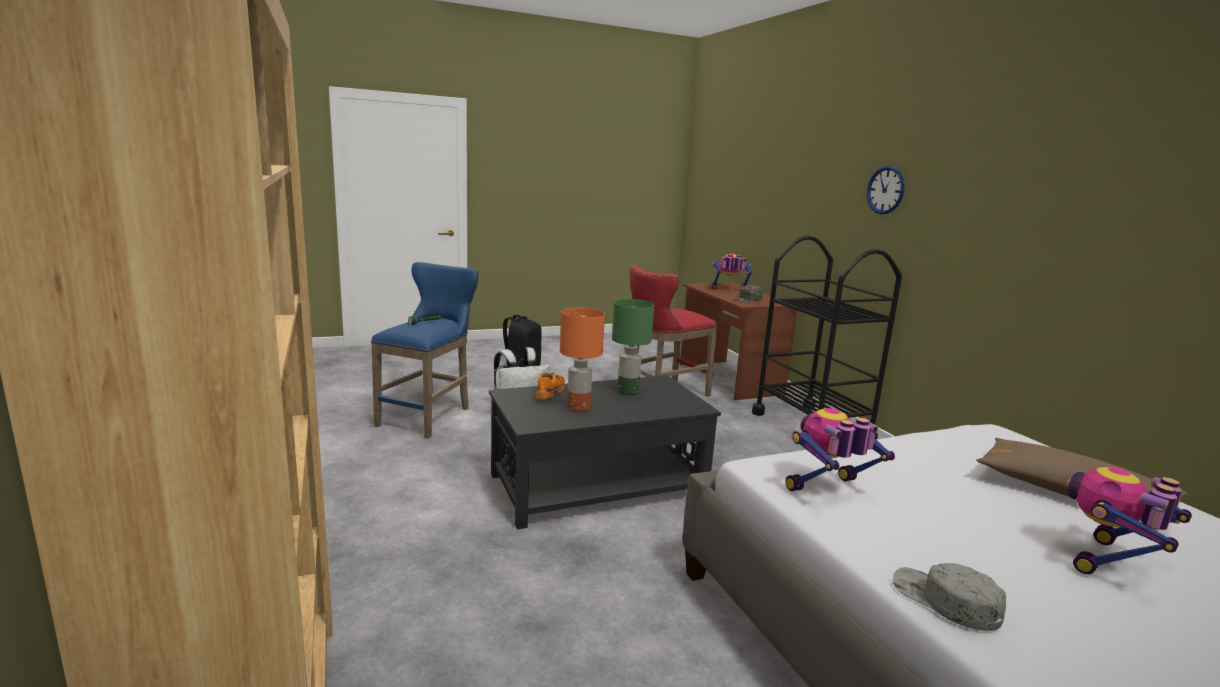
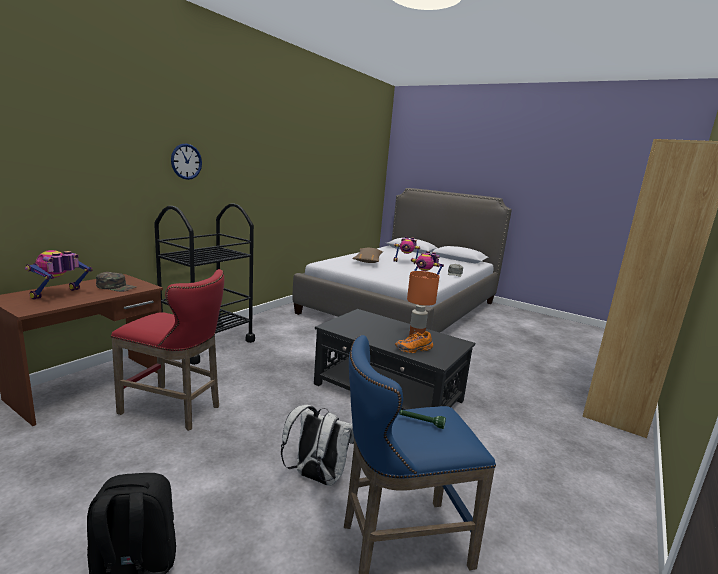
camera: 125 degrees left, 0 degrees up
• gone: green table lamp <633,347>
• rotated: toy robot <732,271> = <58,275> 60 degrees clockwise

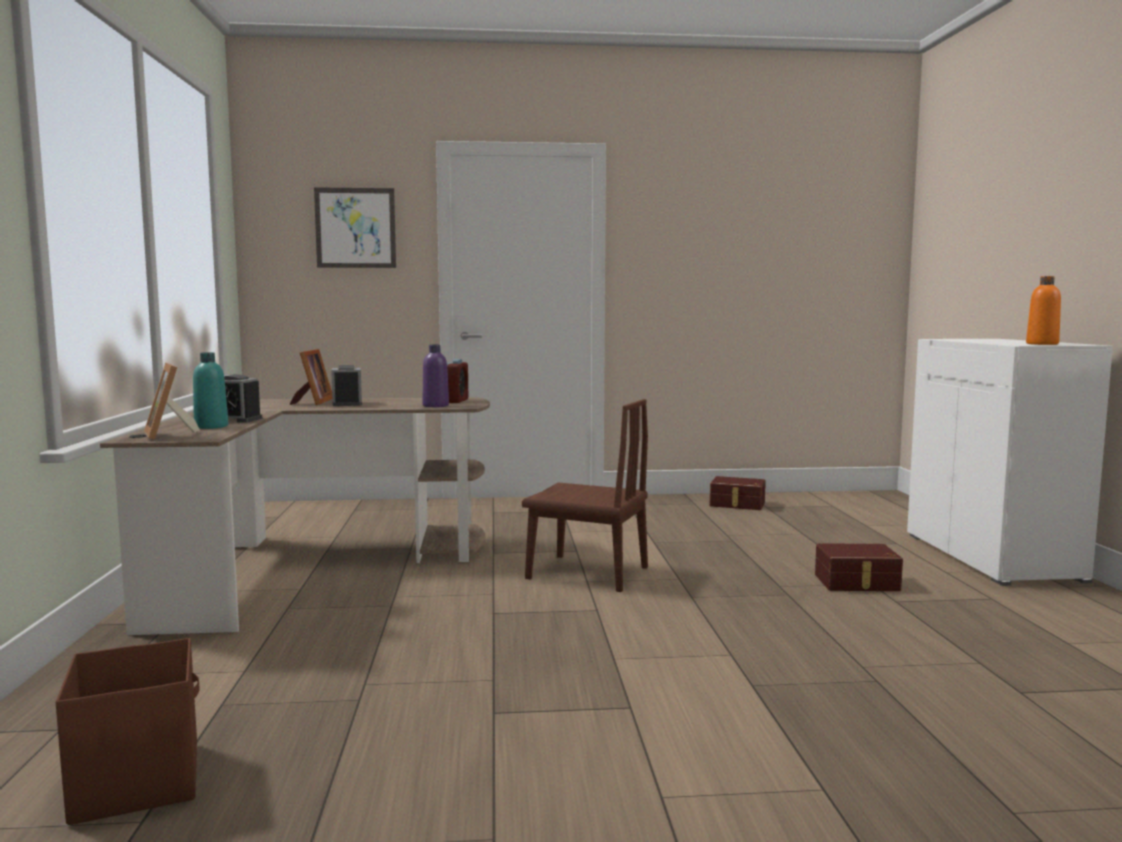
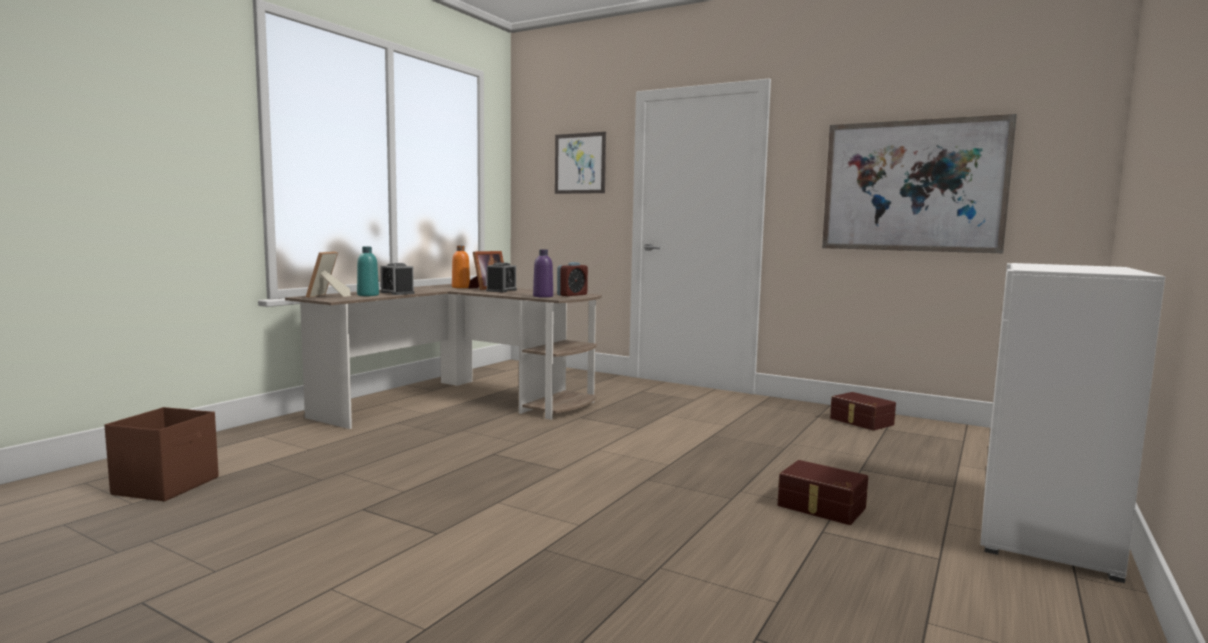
camera: 35 degrees right, 0 degrees up
• gone: brown chair <585,495>
• new: picture <919,183>
• shifted: orange bottle <1043,310> to <461,267>

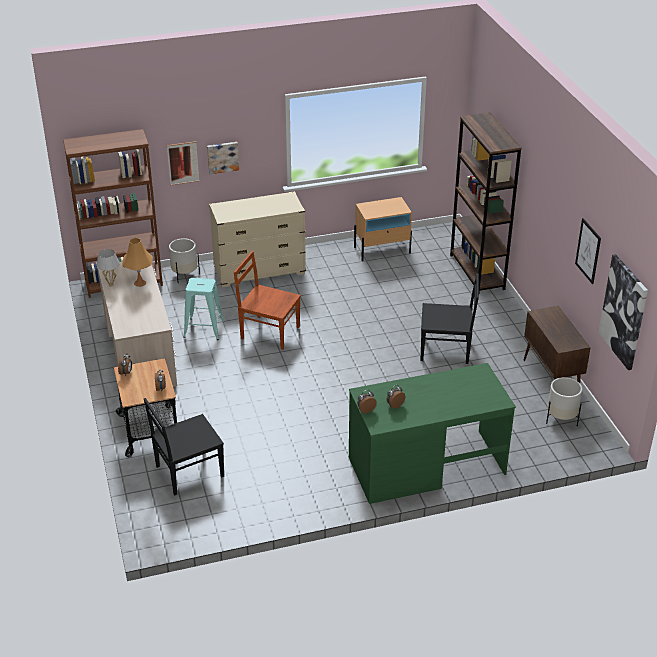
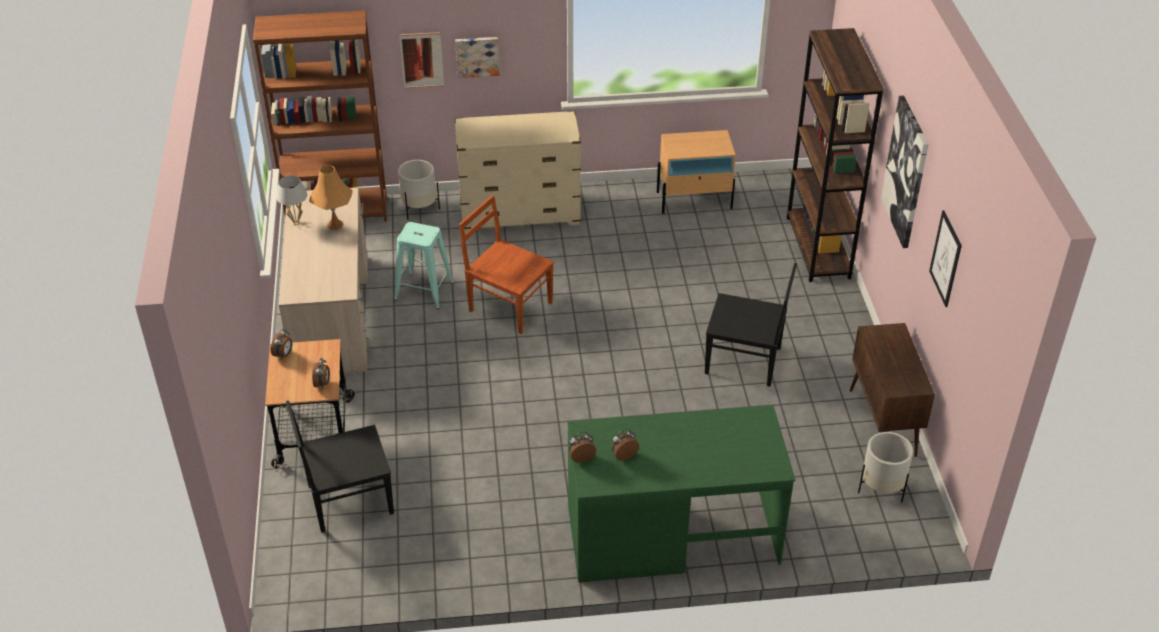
camera: 10 degrees right, 5 degrees up
• shifted: picture <623,312> to <905,172>

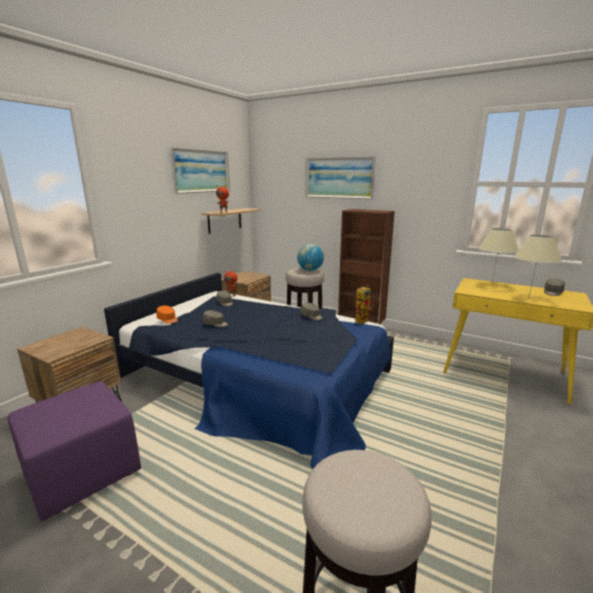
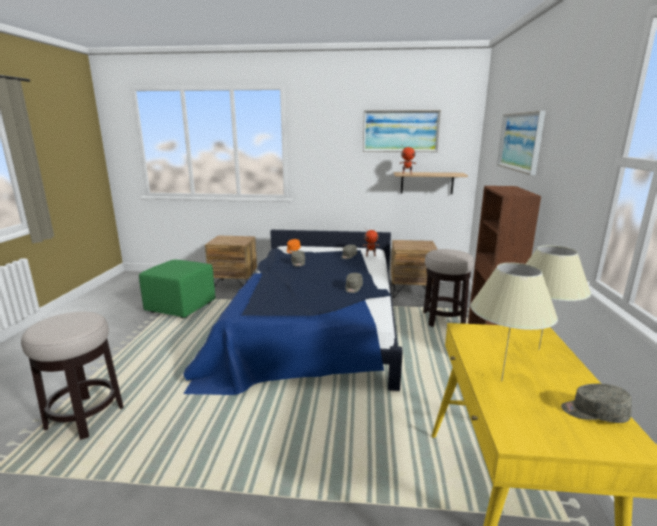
camera: 65 degrees right, 0 degrees up
• gone: globe <310,257>
• gone: toy robot <364,304>
• repainted: purple ottoman <74,451> to green ottoman <177,288>

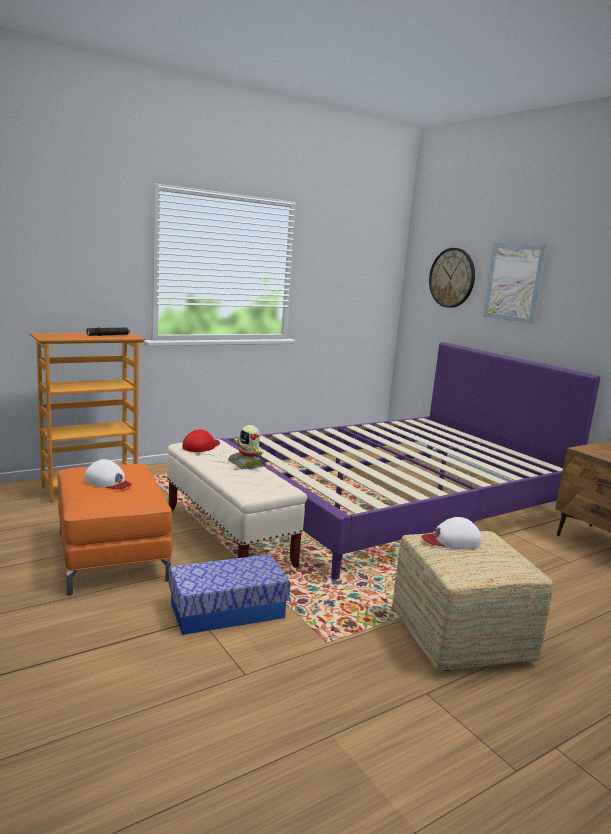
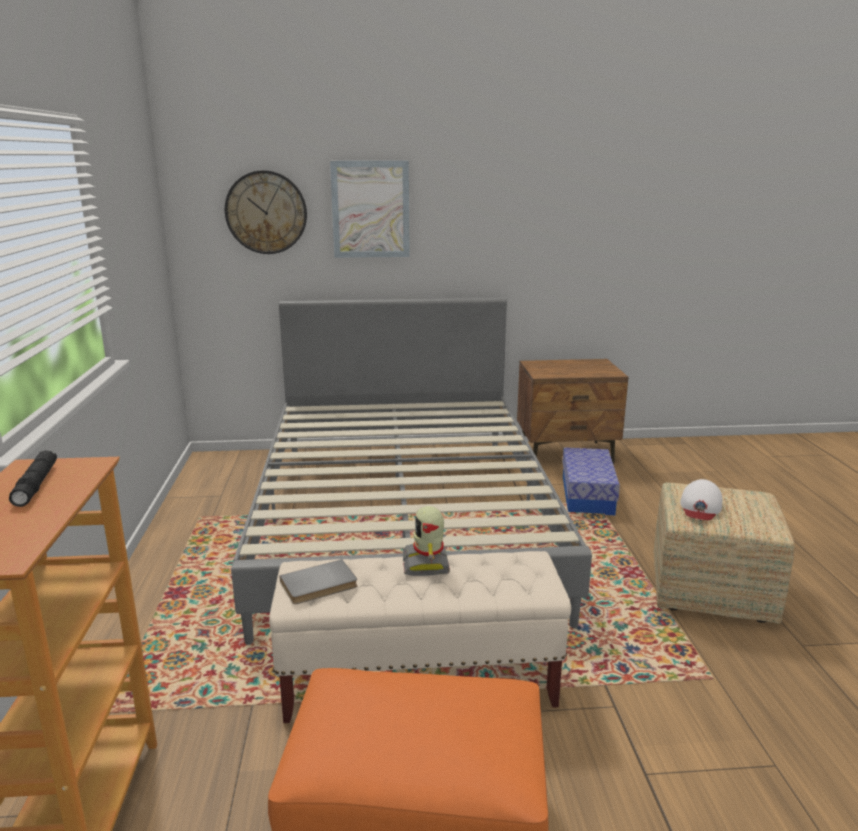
camera: 60 degrees left, 5 degrees up
• gone: white cap <108,474>
• shifted: storage box <230,594> to <591,481>
• swapped: red cap <201,440> to grey book <318,581>
• repainted: purple bed <410,460> to grey bed <411,471>
• rotated: toy robot <246,447> = <426,541> 90 degrees clockwise

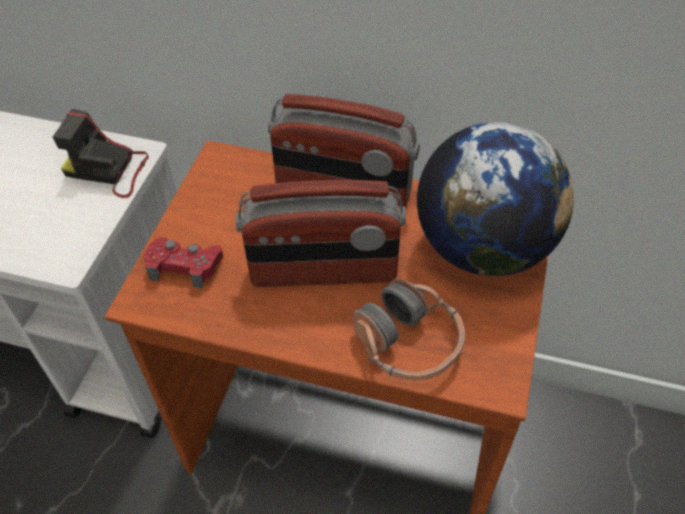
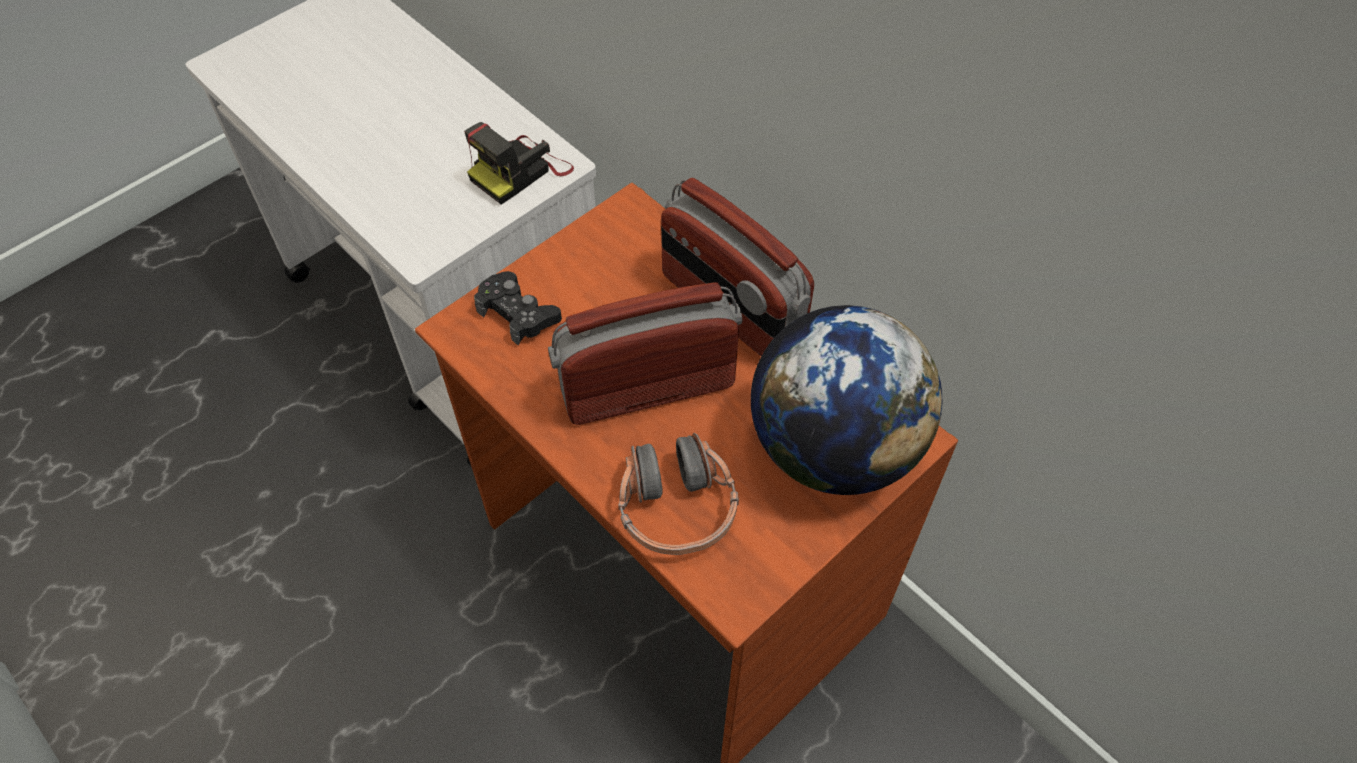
camera: 30 degrees right, 5 degrees up
• repainted: red game controller <183,263> to black game controller <518,308>
• rotated: photo camera <101,153> = <519,163> 90 degrees counterclockwise
• rotated: radio <321,233> = <645,353> 135 degrees clockwise

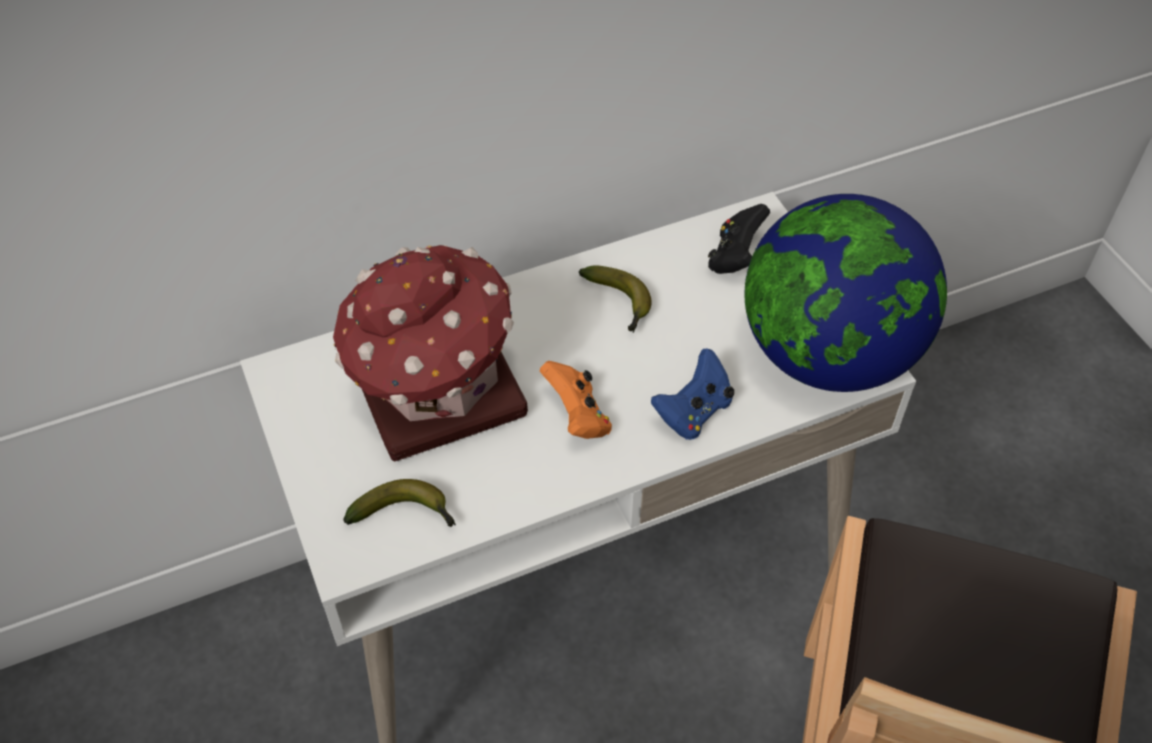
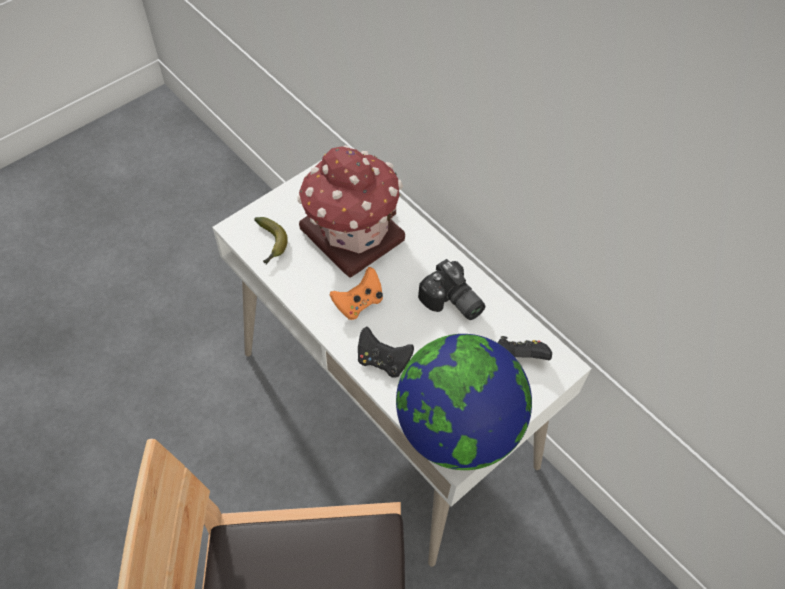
camera: 70 degrees right, 5 degrees up
• swapped: banana <615,299> to photo camera <451,289>
• repainted: blue game controller <692,394> to black game controller <386,352>

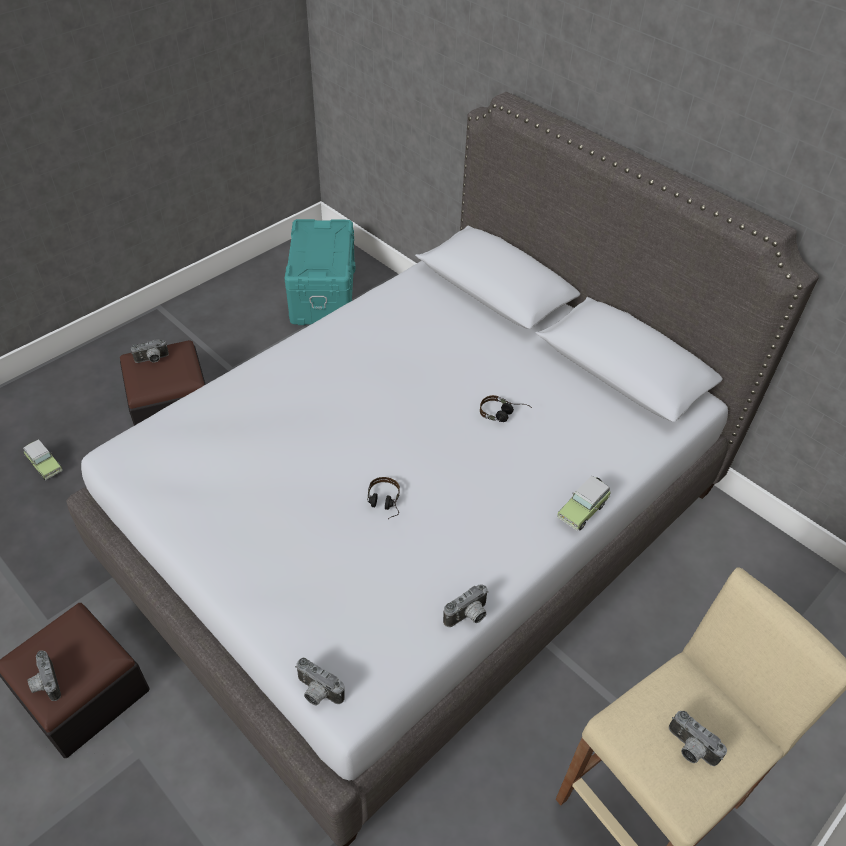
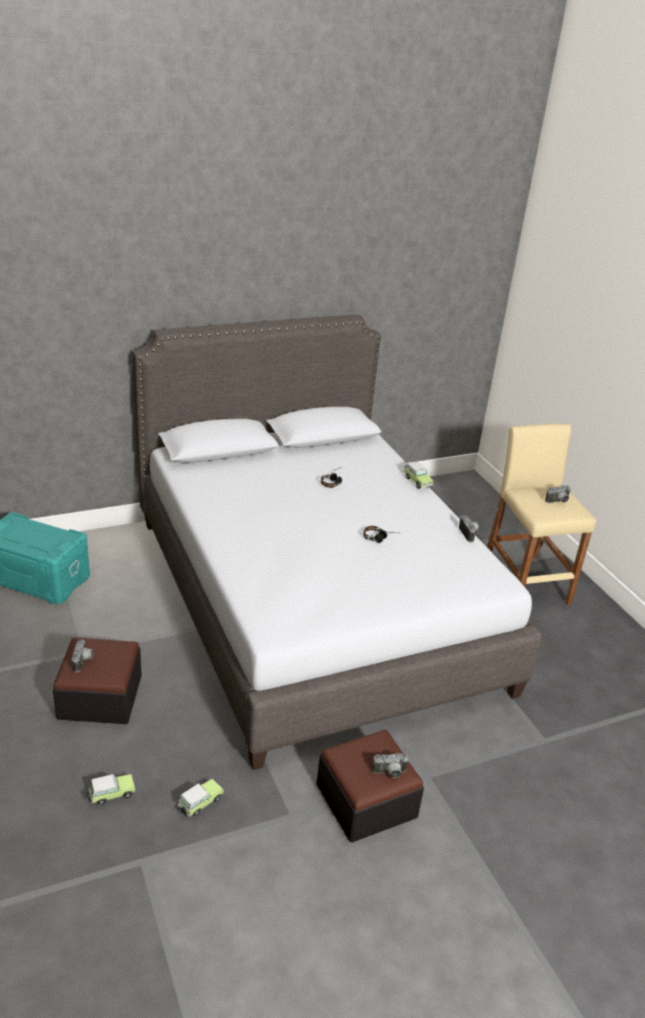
camera: 70 degrees left, 15 degrees down
• gone: photo camera <320,682>
• new: toy car <201,798>

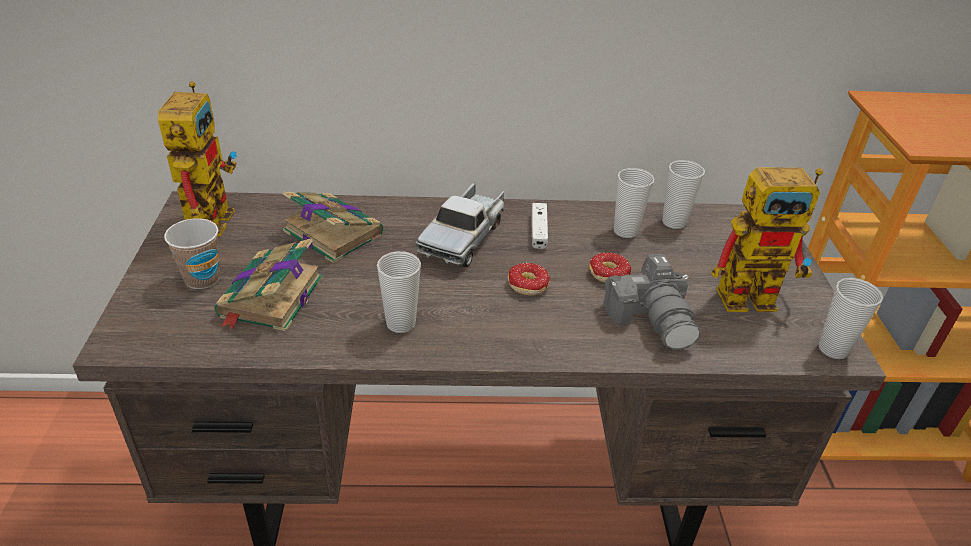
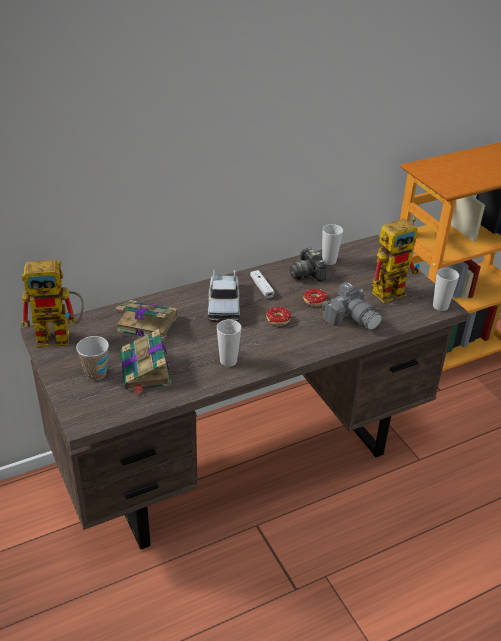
camera: 25 degrees left, 0 degrees up
• swapped: cup <634,203> to photo camera <308,264>
• rotated: toy robot <197,158> = <52,303> 105 degrees clockwise

